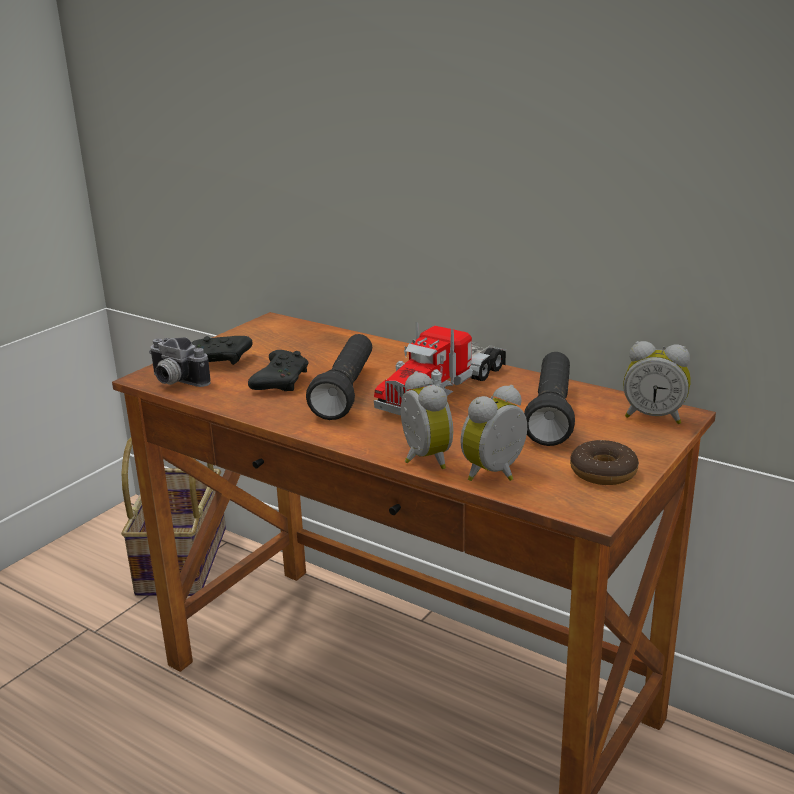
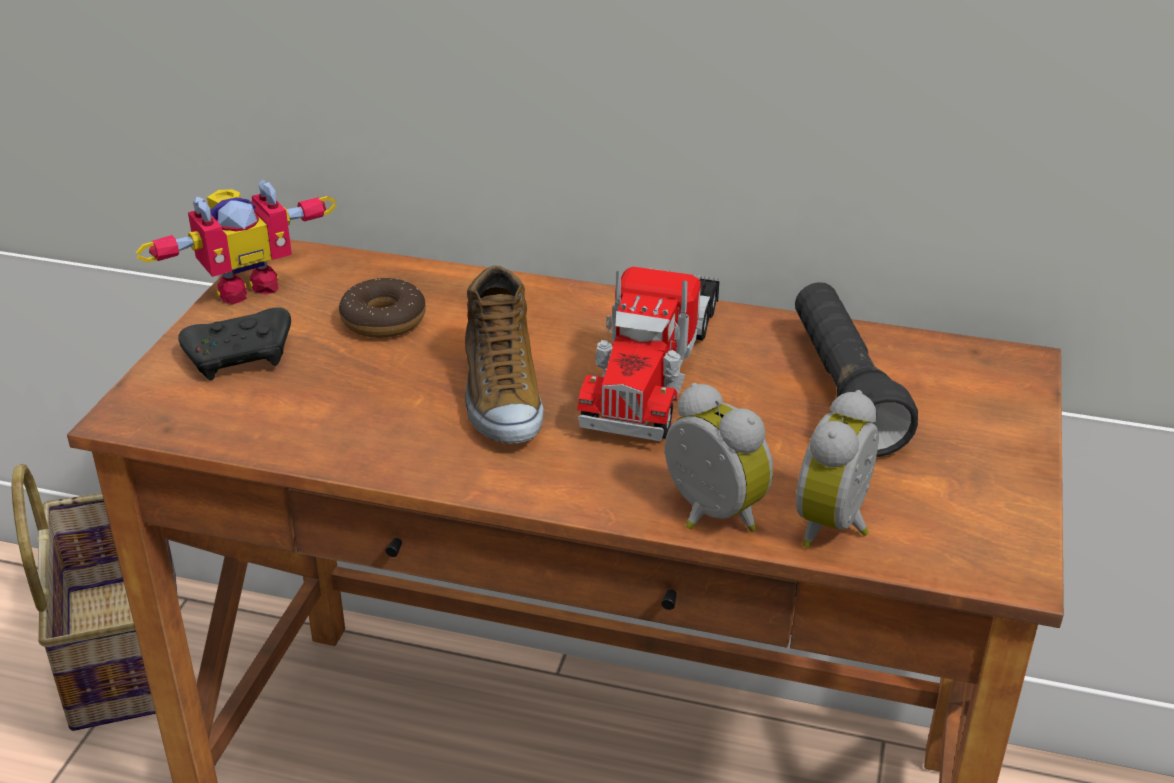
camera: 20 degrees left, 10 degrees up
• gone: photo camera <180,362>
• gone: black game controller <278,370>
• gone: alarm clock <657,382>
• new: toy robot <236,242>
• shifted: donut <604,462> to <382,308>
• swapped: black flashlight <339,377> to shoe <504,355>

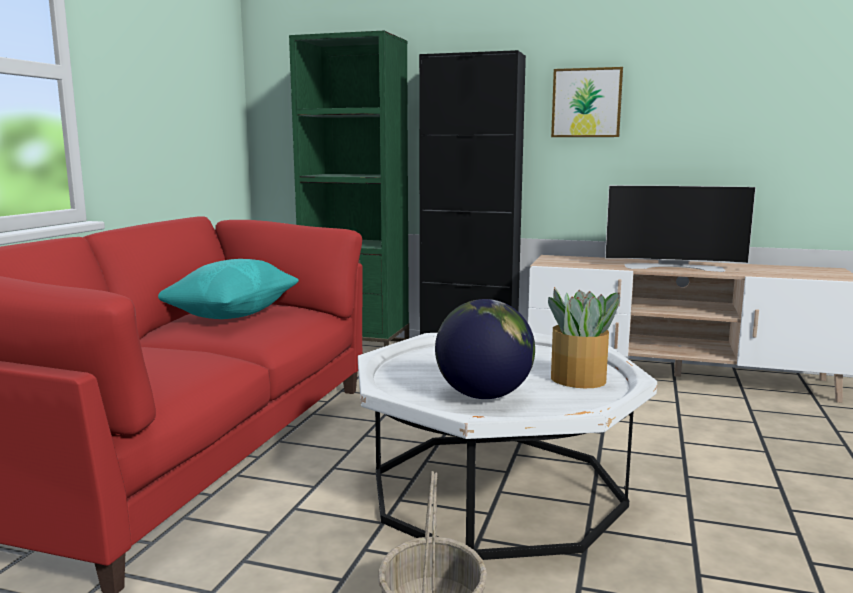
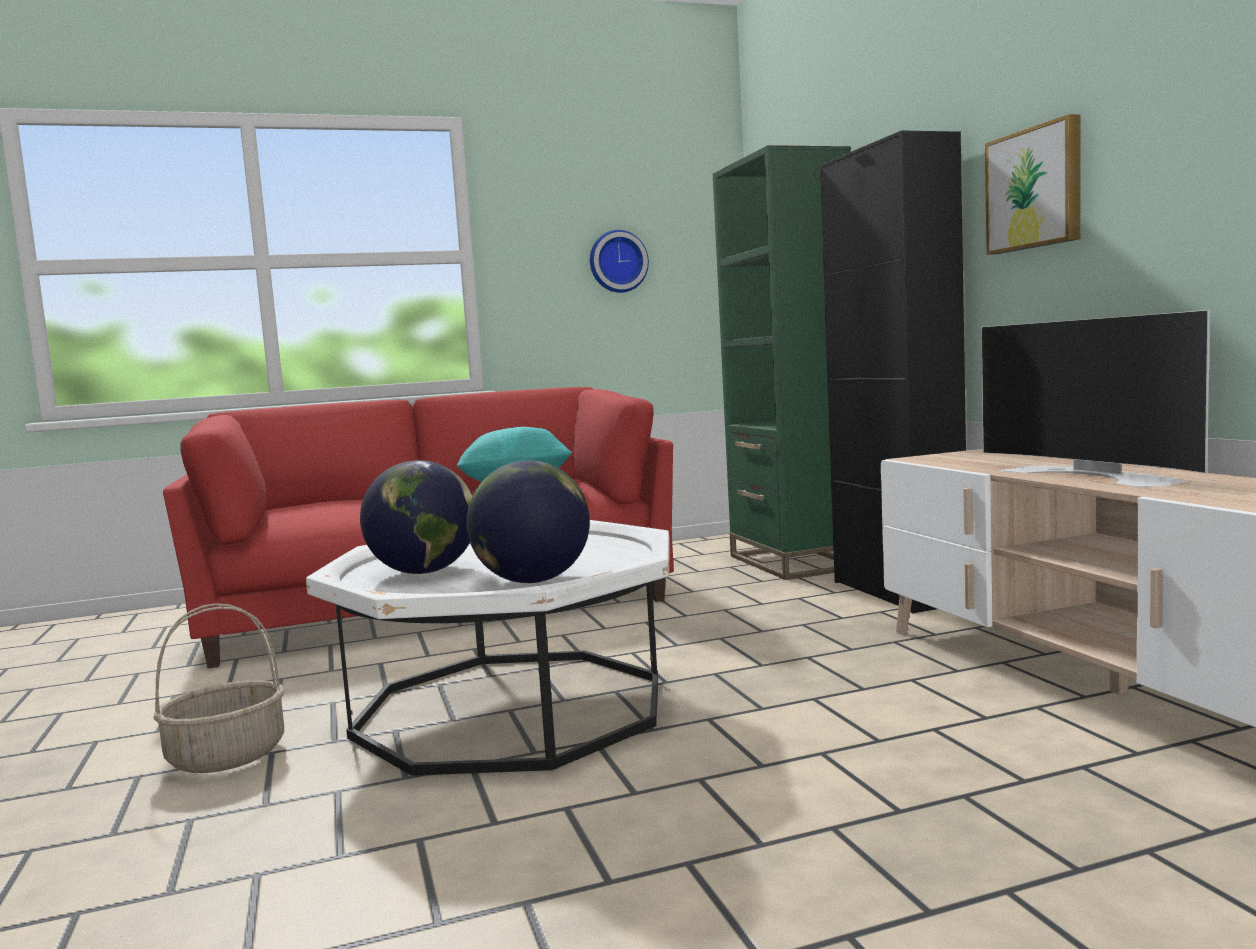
camera: 55 degrees right, 5 degrees down
• new: wall clock <619,261>
• swapped: potted plant <584,337> to globe <528,521>

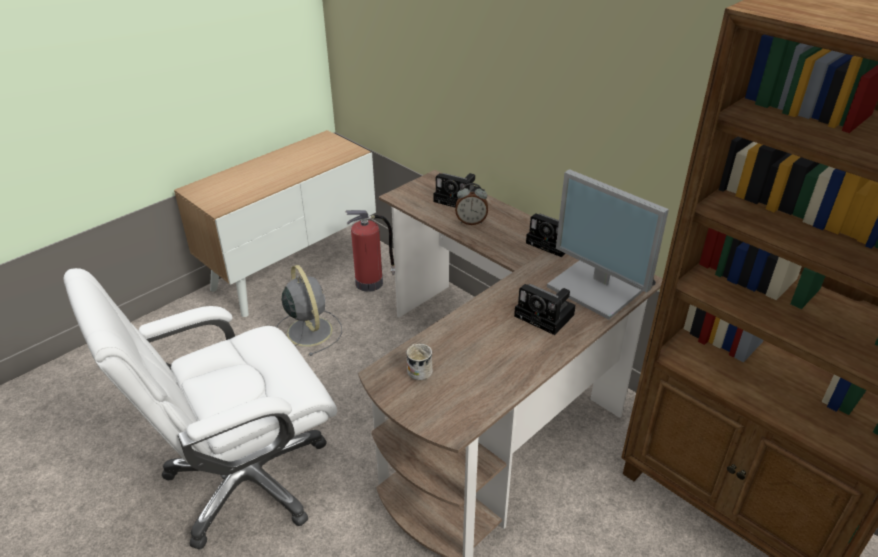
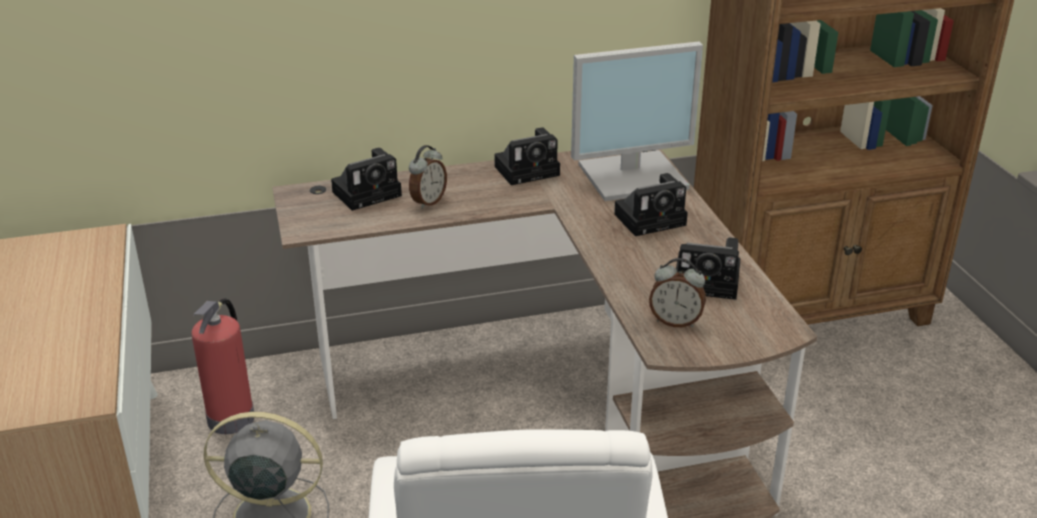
camera: 60 degrees left, 5 degrees down
• new: photo camera <708,268>
• swapped: white mug <419,362> to alarm clock <677,292>

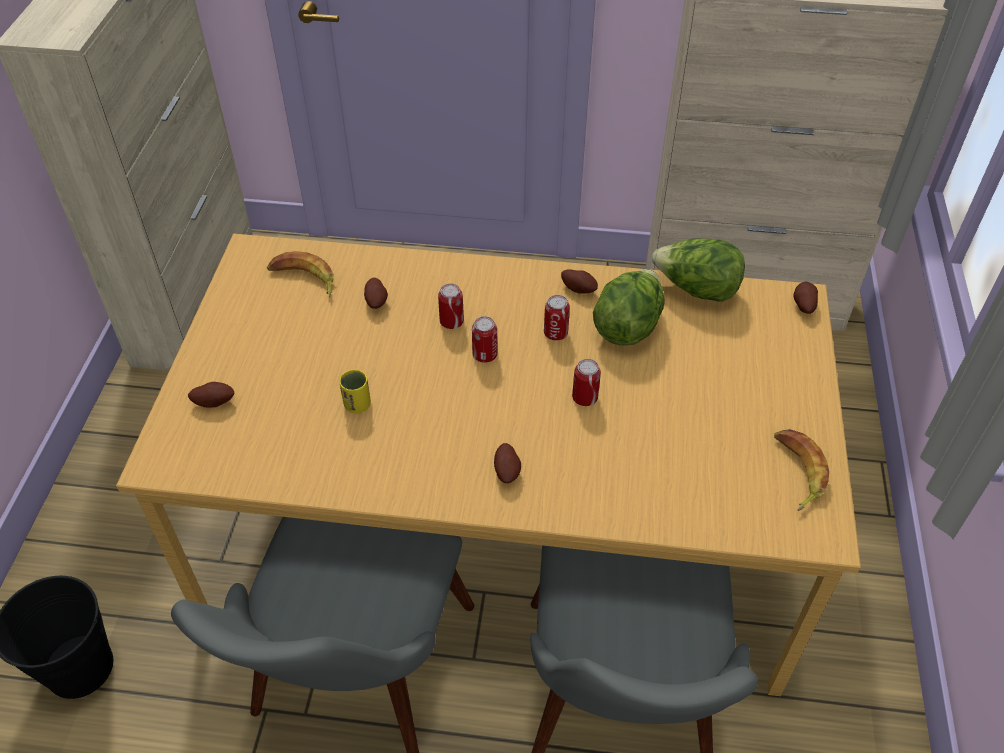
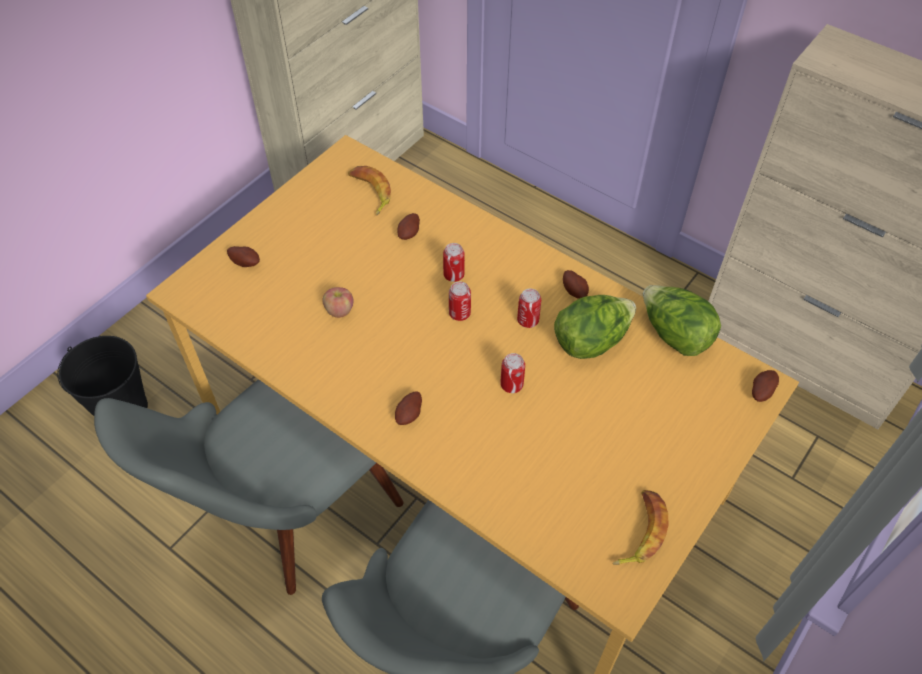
camera: 30 degrees right, 5 degrees up
• swapped: yellow cup <355,392> to apple <338,302>

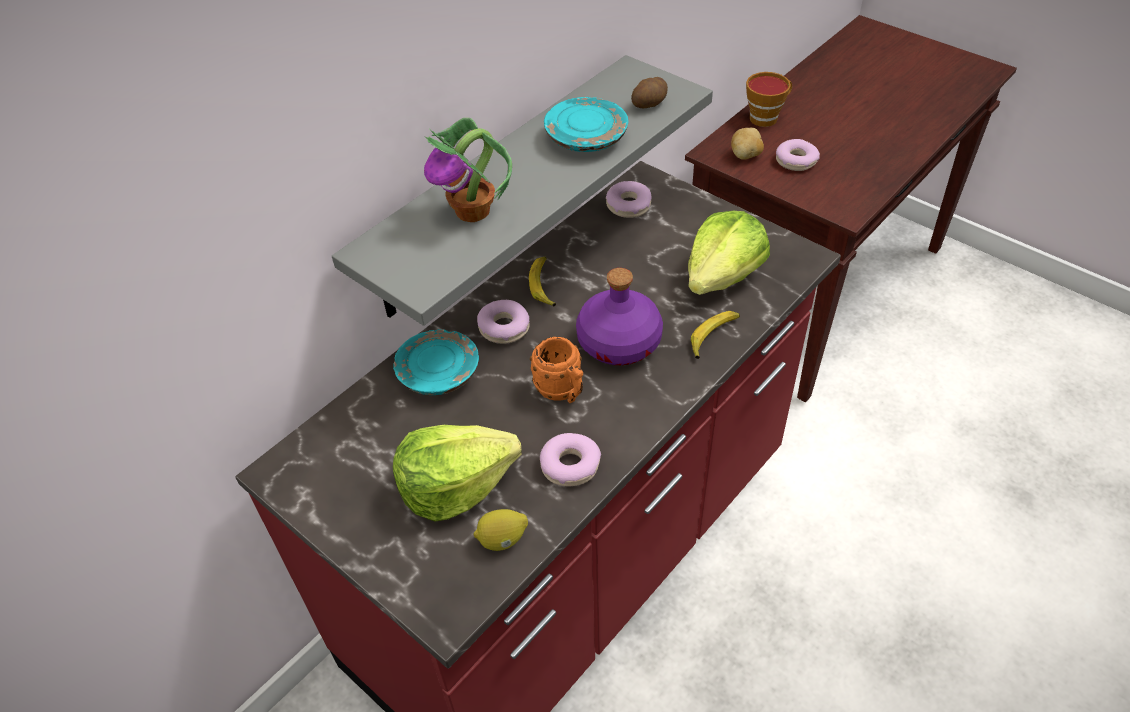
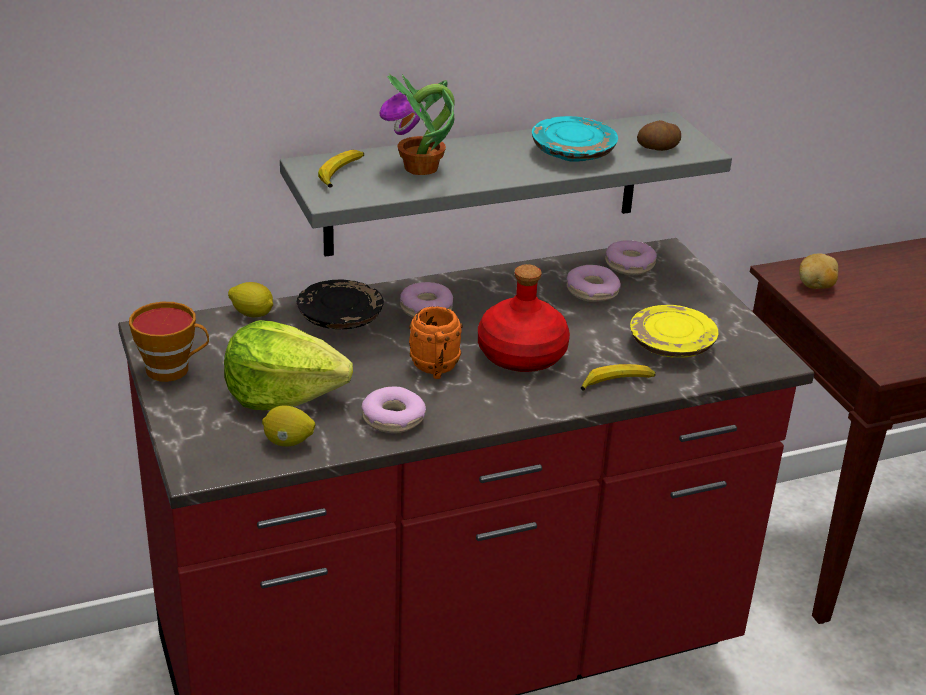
camera: 25 degrees right, 15 degrees down
• new: lemon <250,299>
• shifted: banana <542,281> to <341,169>
• shifted: cup <769,99> to <169,342>
• shifted: donut <798,155> to <594,283>
• swapped: lettuce <729,253> to yellow plate <674,331>
• repainted: turquoise plate <436,362> to black plate <340,304>
• repainted: purple bottle <619,316> to red bottle <524,318>

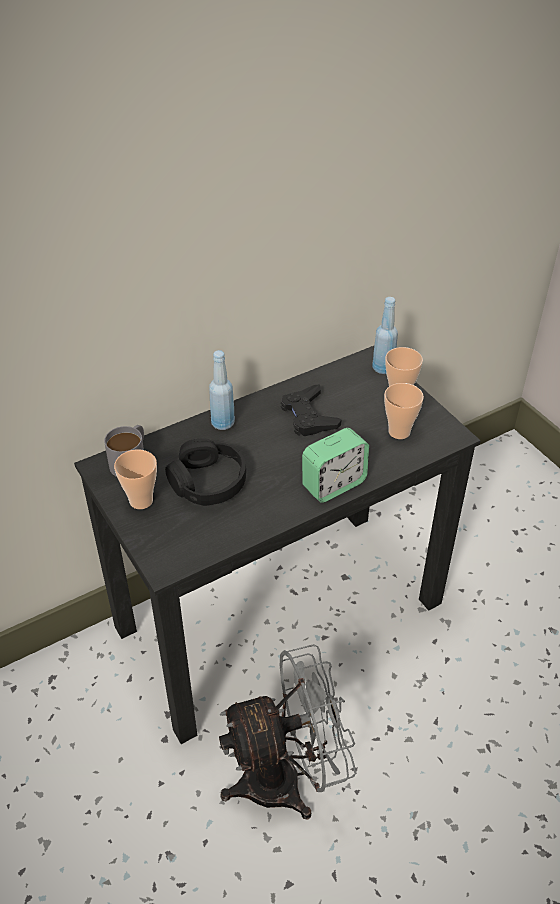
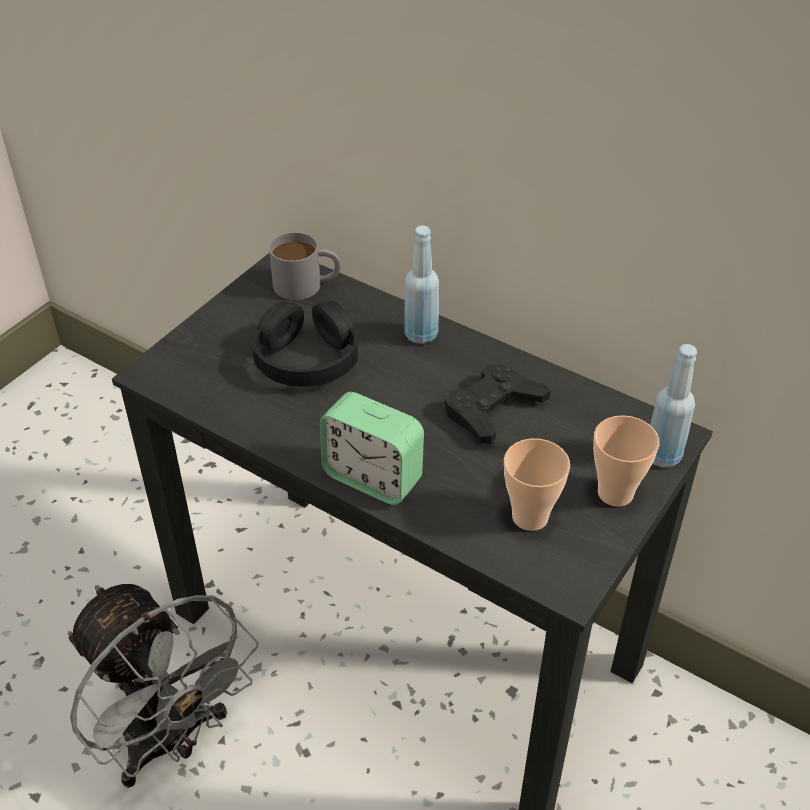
camera: 65 degrees right, 0 degrees up
• gone: cup <135,479>

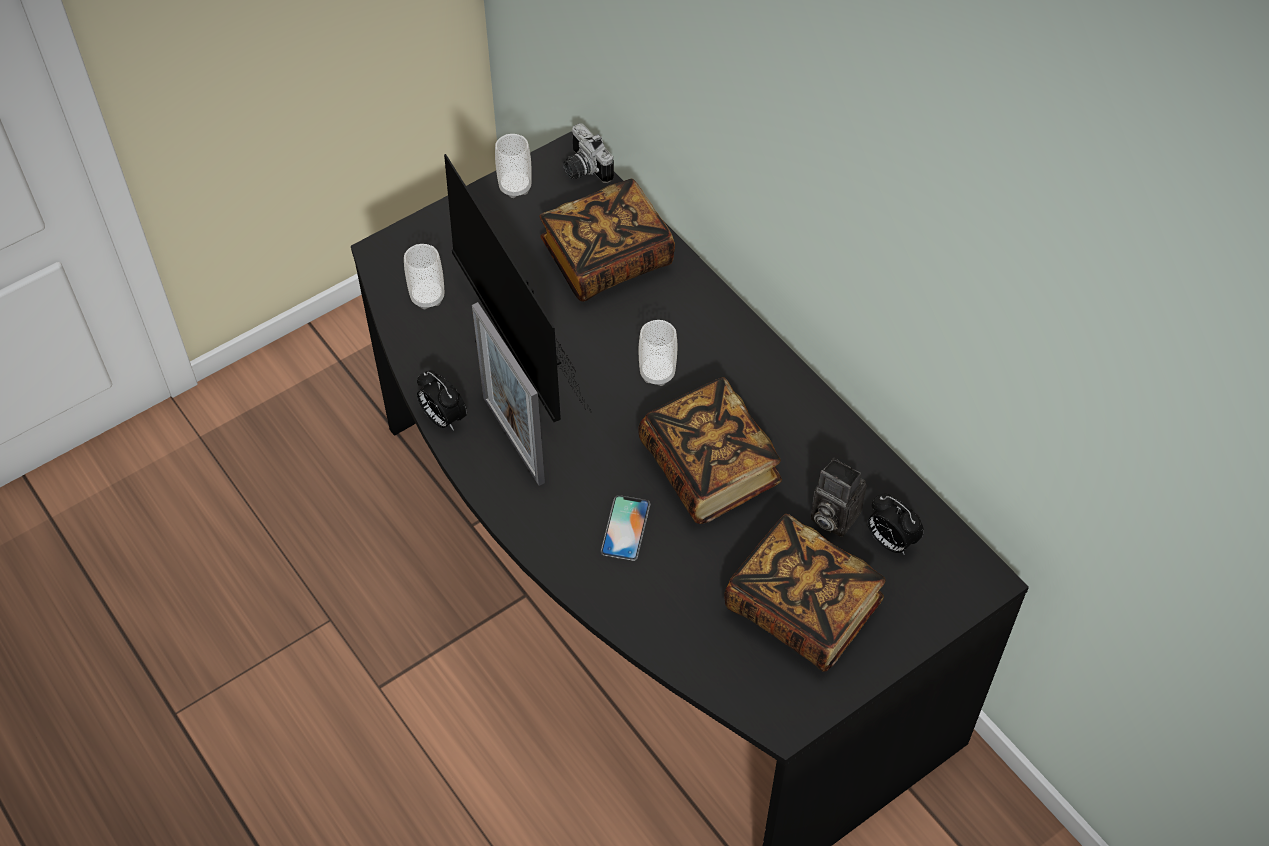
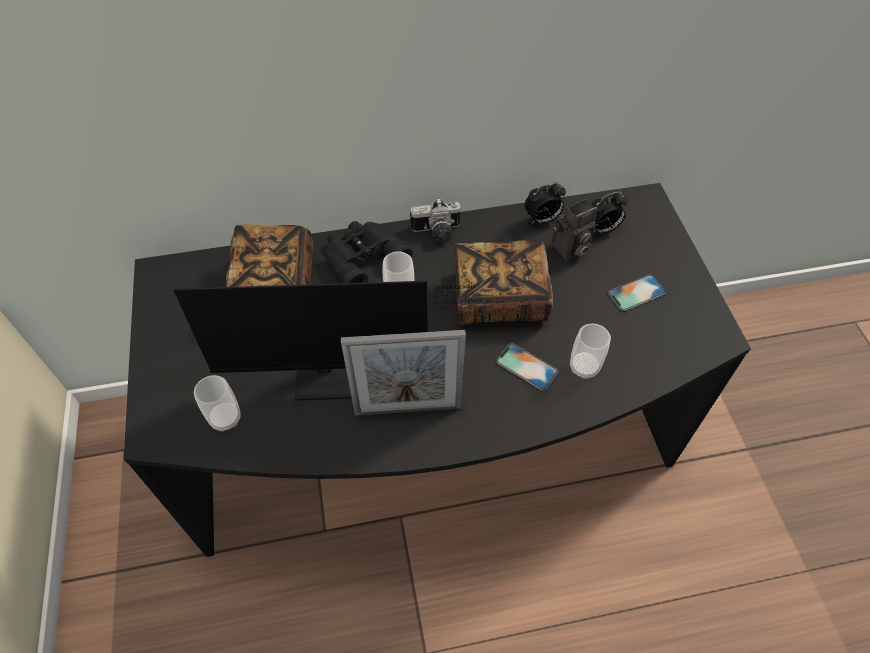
camera: 65 degrees left, 0 degrees up
• new: black binoculars <368,252>
• shifted: alarm clock <442,400> to <545,203>
• shifted: cup <513,166> to <590,351>
• shifted: photo camera <588,153> to <435,220>
• swapped: book <805,593> to phone <637,293>

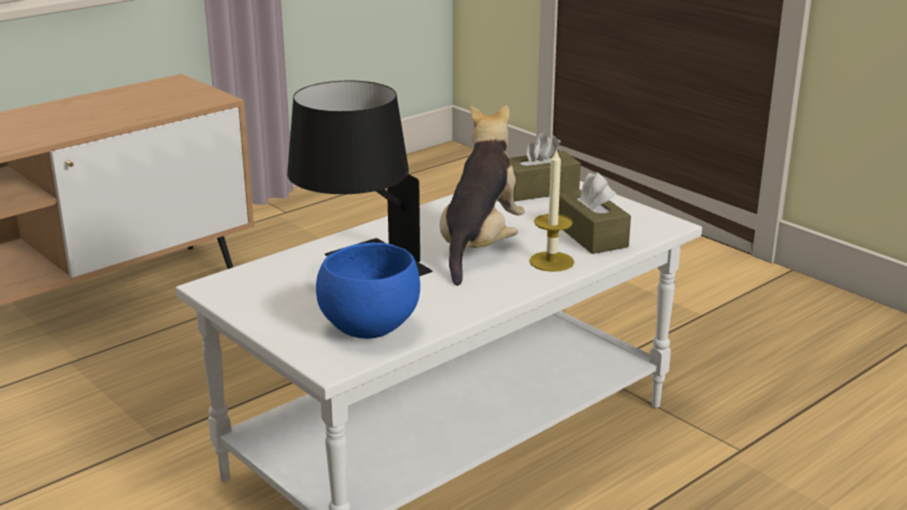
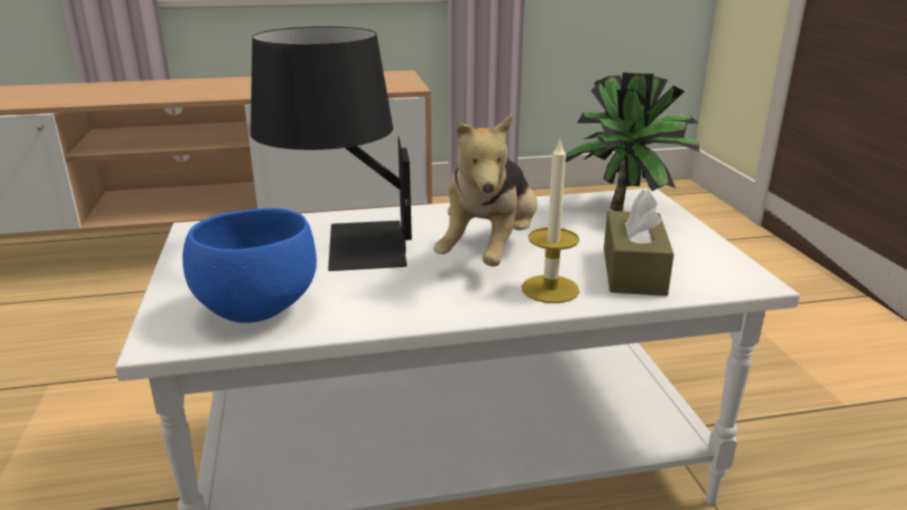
camera: 30 degrees right, 0 degrees up
• swapped: brown tissue box <544,167> to potted plant <632,141>
• rotated: plush toy <482,195> = <485,190> 150 degrees clockwise

